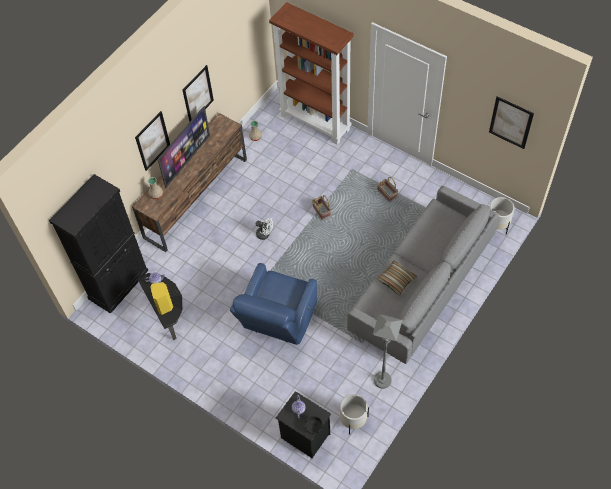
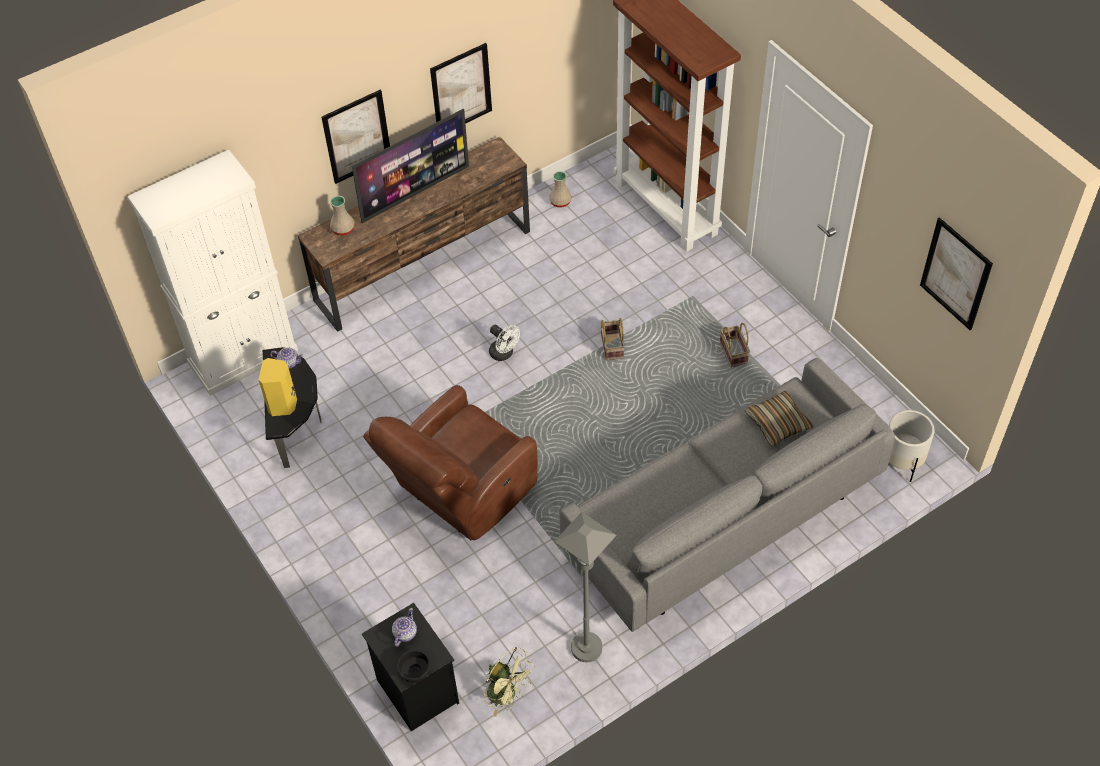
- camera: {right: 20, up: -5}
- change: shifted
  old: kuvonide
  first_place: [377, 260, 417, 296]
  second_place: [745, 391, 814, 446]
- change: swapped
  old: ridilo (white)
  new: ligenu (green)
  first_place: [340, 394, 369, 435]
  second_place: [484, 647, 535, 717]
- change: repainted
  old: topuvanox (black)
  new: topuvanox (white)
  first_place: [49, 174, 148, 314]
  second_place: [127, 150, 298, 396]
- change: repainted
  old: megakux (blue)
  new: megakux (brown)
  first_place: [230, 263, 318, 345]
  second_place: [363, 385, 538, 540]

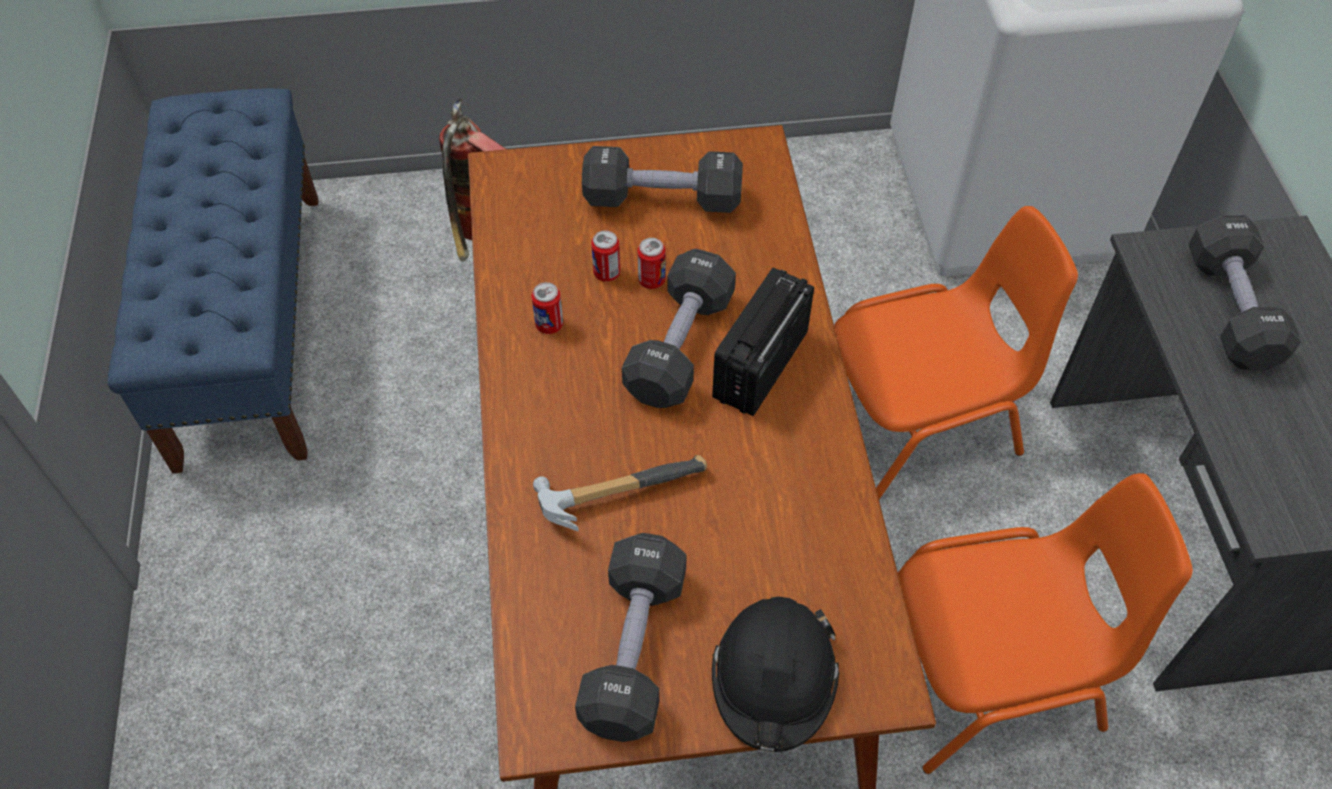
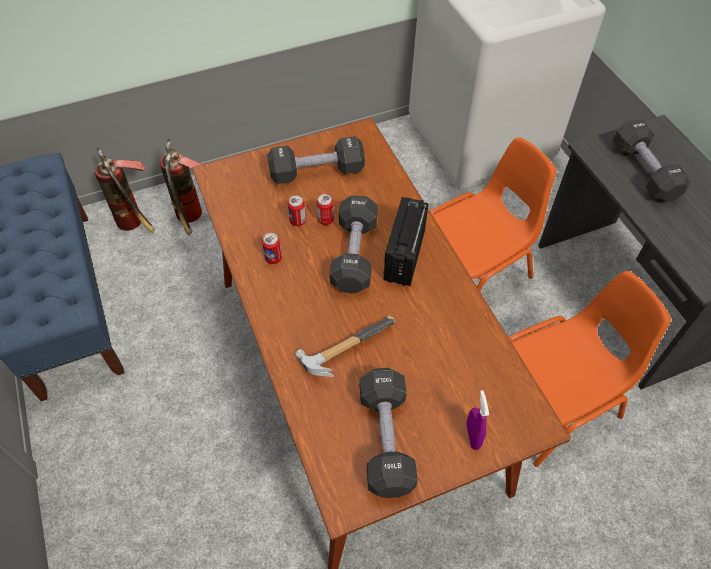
- camera: {right: -15, up: 0}
- change: new
  new: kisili
  second_place: [95, 148, 155, 233]
- change: swapped
  old: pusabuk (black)
  new: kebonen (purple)
  first_place: [712, 597, 839, 752]
  second_place: [466, 390, 489, 450]

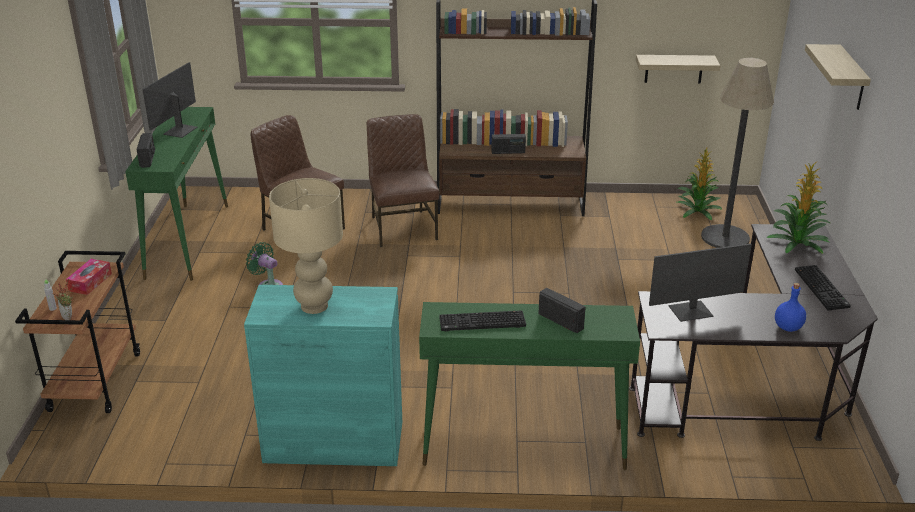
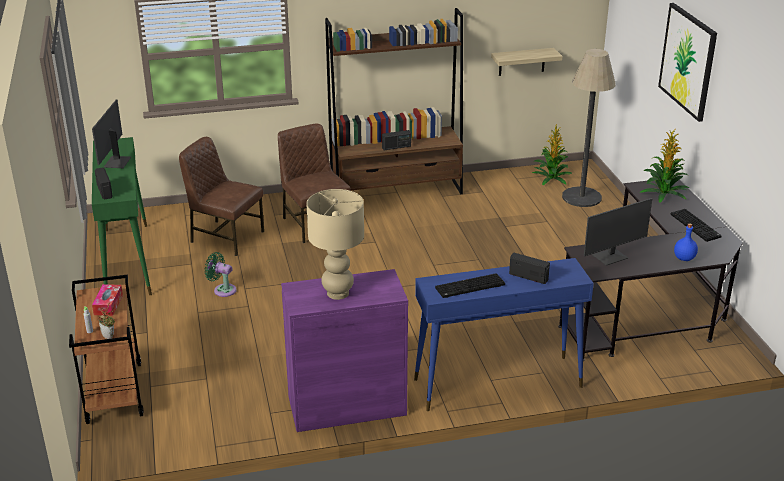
- camera: {right: -15, up: 0}
- change: swapped
  old: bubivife
  new: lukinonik
  first_place: [805, 44, 871, 110]
  second_place: [658, 3, 717, 122]
- change: repainted
  old: topuvanox (turquoise)
  new: topuvanox (purple)
  first_place: [244, 285, 402, 466]
  second_place: [281, 269, 408, 432]
- change: repainted
  old: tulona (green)
  new: tulona (blue)
  first_place: [419, 302, 640, 470]
  second_place: [414, 258, 594, 411]

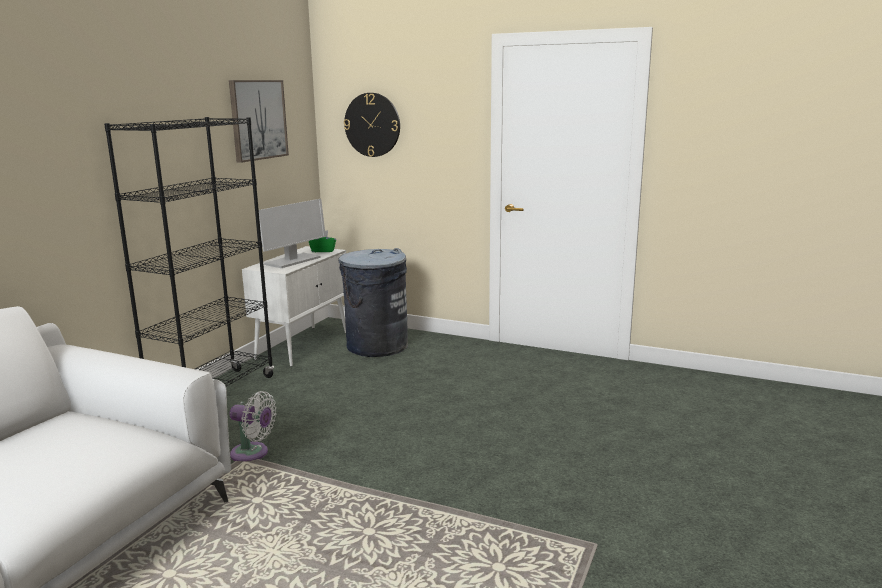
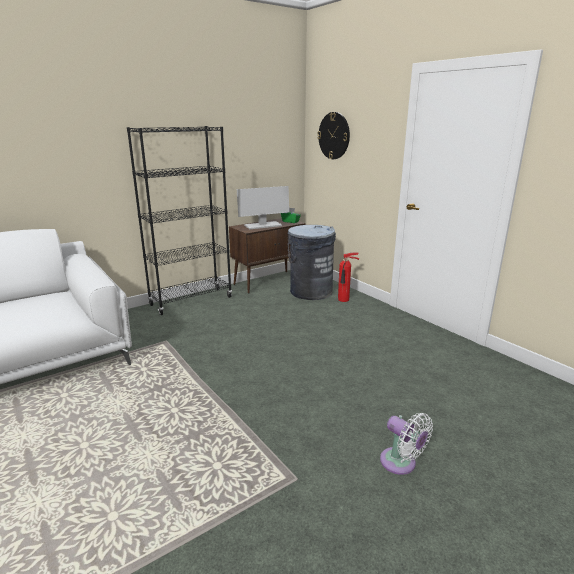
- camera: {right: 30, up: 5}
- change: gone
  old: lukinonik
  first_place: [229, 80, 289, 163]
- change: new
  new: kisili
  second_place: [338, 252, 359, 302]
- change: shifted
  old: ligenu (white)
  first_place: [229, 391, 276, 461]
  second_place: [380, 413, 433, 475]
- change: repainted
  old: topuvanox (white)
  new: topuvanox (brown)
  first_place: [242, 246, 346, 367]
  second_place: [229, 218, 306, 294]

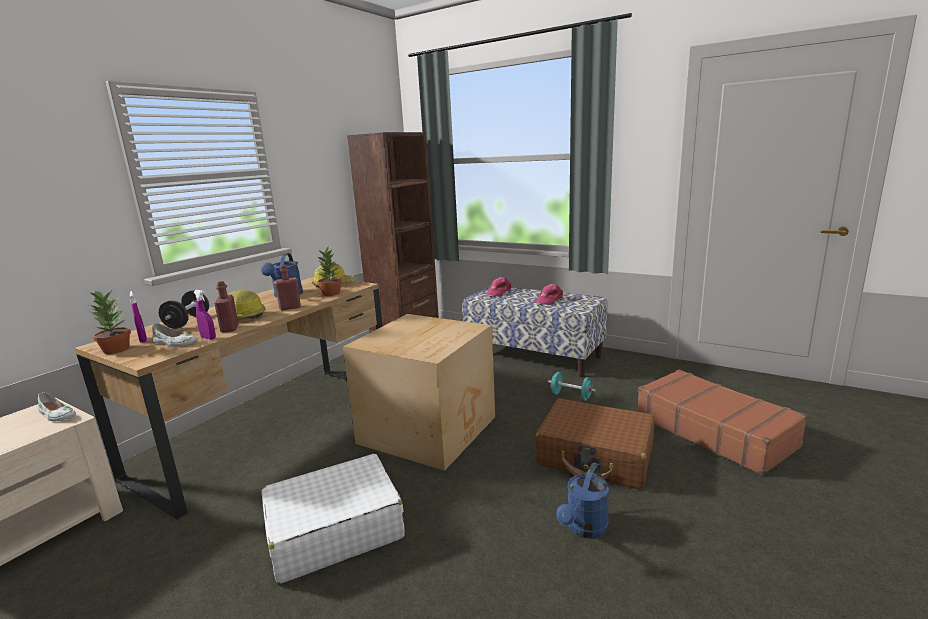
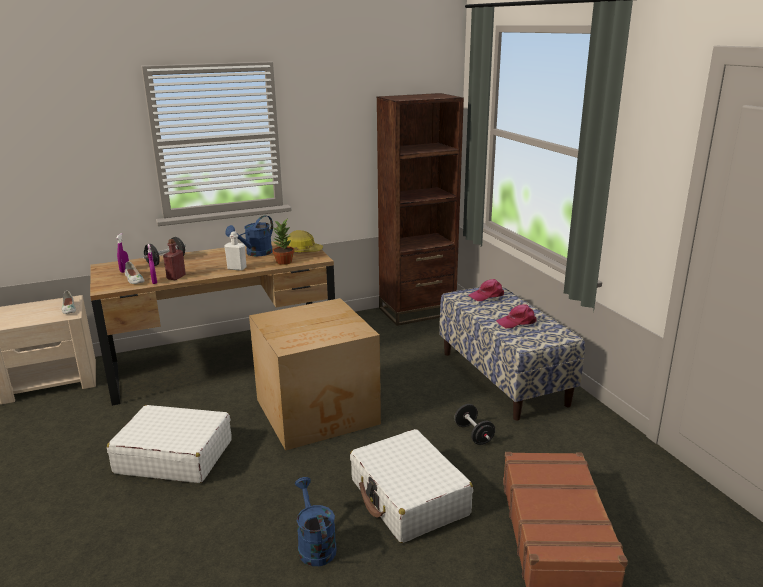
- camera: {right: 35, up: 5}
- change: gone
  old: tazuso
  first_place: [89, 290, 131, 354]
- change: gone
  old: pusabuk
  first_place: [214, 290, 266, 319]
- change: repainted
  old: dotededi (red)
  new: dotededi (white)
  first_place: [274, 265, 301, 310]
  second_place: [224, 231, 247, 271]
- change: repainted
  old: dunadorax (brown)
  new: dunadorax (white)
  first_place: [535, 398, 655, 489]
  second_place: [350, 429, 473, 543]
- change: repainted
  old: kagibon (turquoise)
  new: kagibon (black)
  first_place: [548, 372, 596, 401]
  second_place: [455, 404, 495, 445]
- change: rotated
  old: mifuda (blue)
  first_place: [556, 463, 609, 539]
  second_place: [295, 477, 337, 566]
  degrees: 90

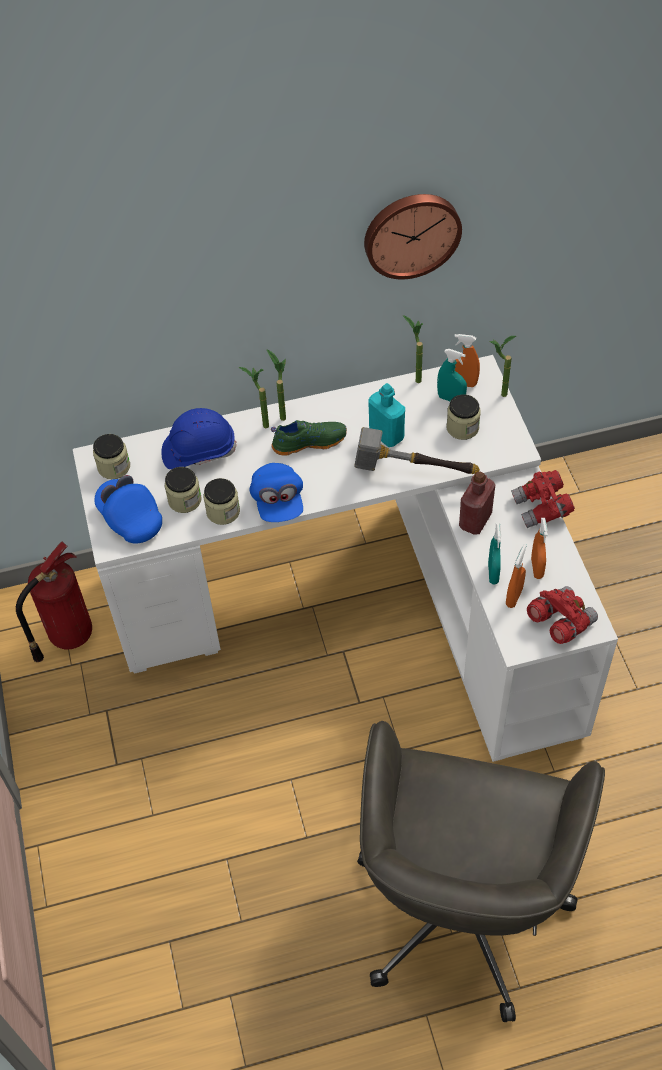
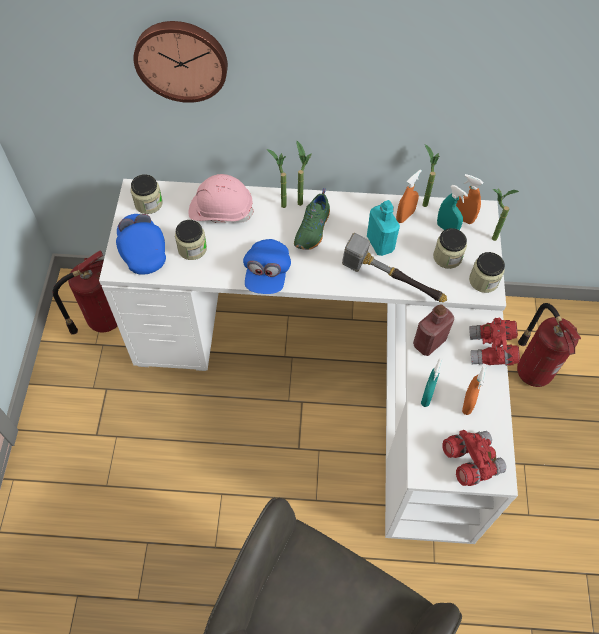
- camera: {right: 15, up: 5}
- change: new
  new: kisili
  second_place: [517, 303, 581, 387]
- change: shifted
  old: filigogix
  first_place: [204, 478, 240, 525]
  second_place: [469, 252, 505, 293]
- change: shifted
  old: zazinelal
  first_place: [364, 194, 462, 279]
  second_place: [133, 21, 228, 103]
- change: shifted
  old: kebonen (orange)
  first_place: [506, 544, 527, 608]
  second_place: [396, 169, 422, 223]
- change: repainted
  old: pusabuk (blue)
  new: pusabuk (pink)
  first_place: [161, 408, 236, 469]
  second_place: [189, 174, 254, 223]
- change: rotated
  old: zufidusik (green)
  first_place: [271, 420, 347, 456]
  second_place: [294, 188, 330, 250]
  degrees: 105

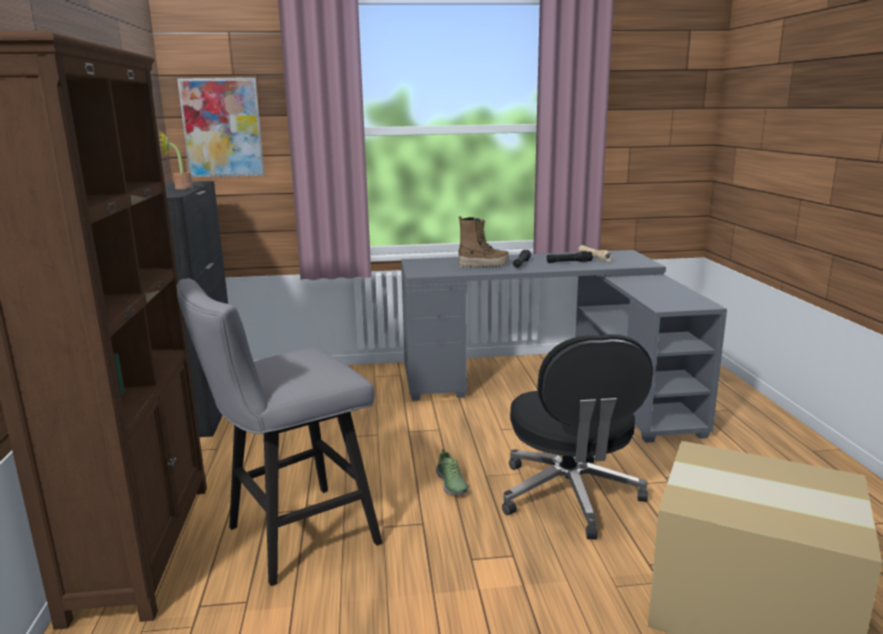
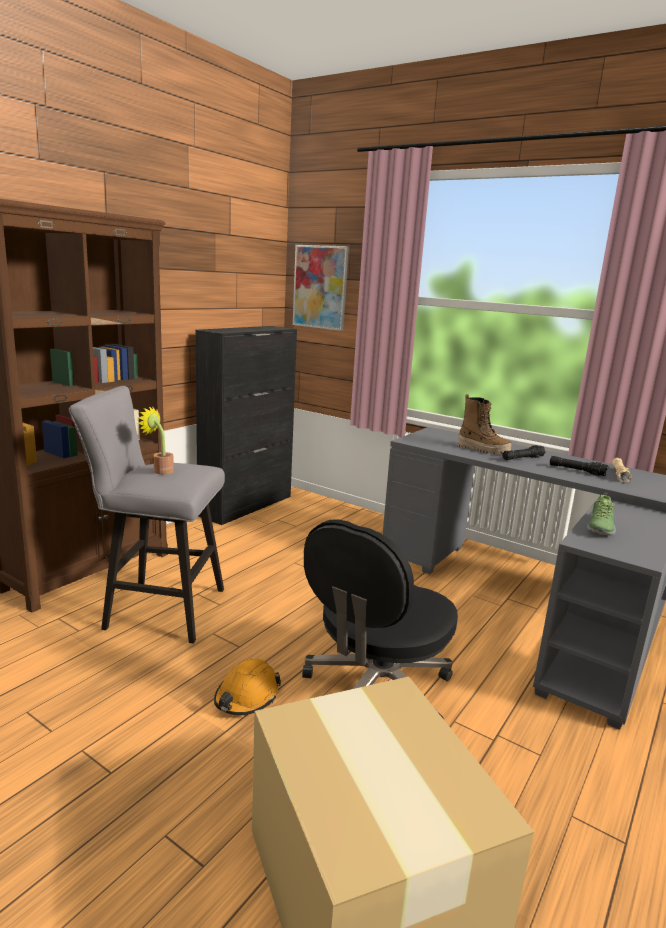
- camera: {right: 40, up: 0}
- change: new
  new: pusabuk (orange)
  second_place: [214, 659, 281, 715]
- change: shifted
  old: tazuso
  first_place: [159, 132, 193, 189]
  second_place: [137, 406, 174, 474]
- change: shifted
  old: zufidusik
  first_place: [436, 449, 469, 495]
  second_place: [587, 493, 616, 535]

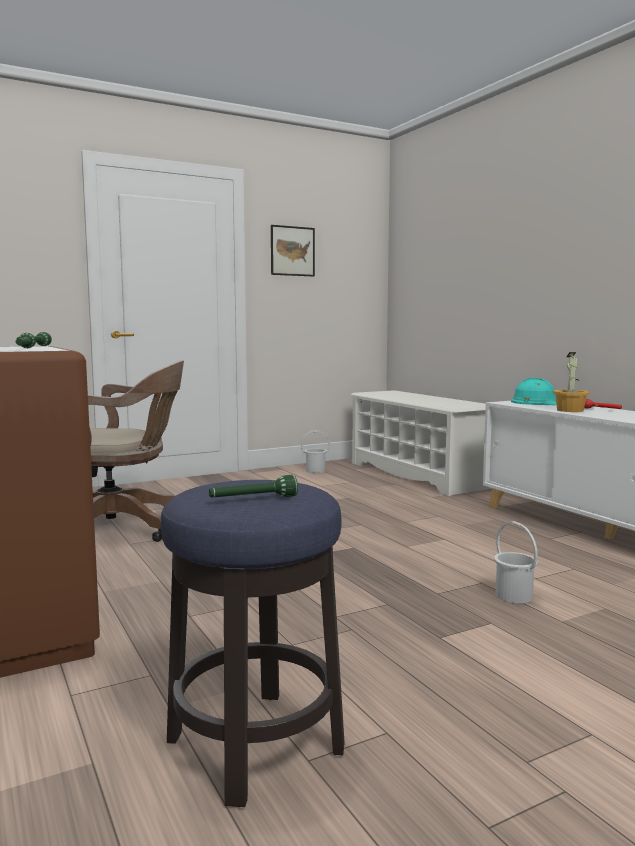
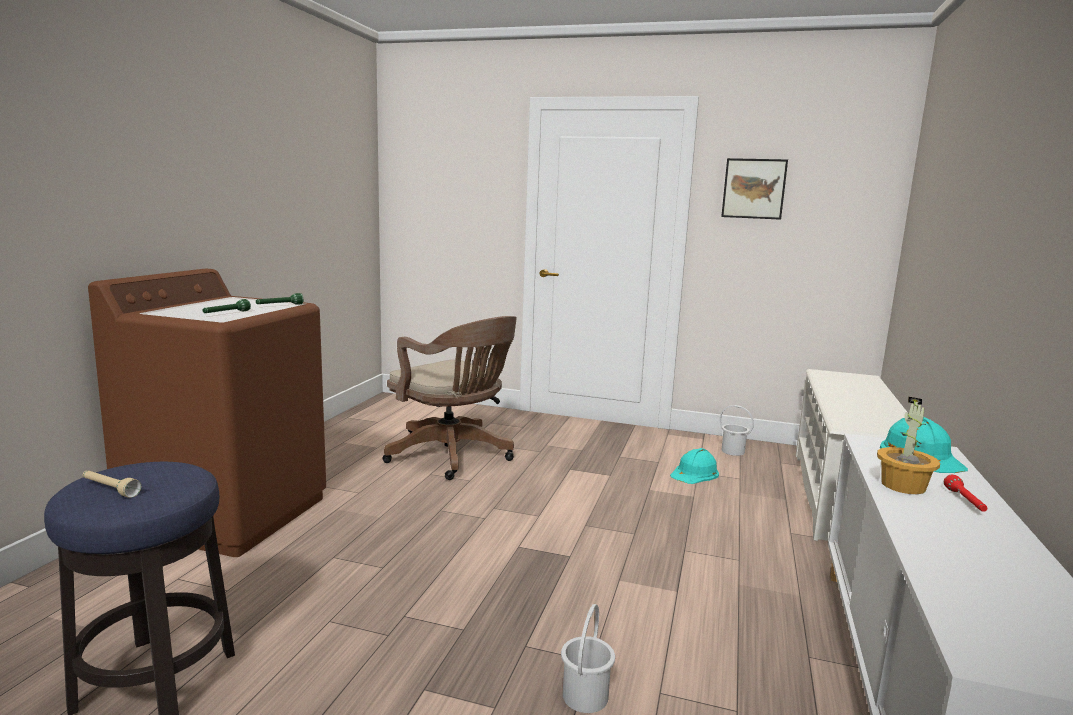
- camera: {right: 45, up: 5}
- change: new
  new: pusabuk (turquoise)
  second_place: [670, 448, 719, 484]
- change: repainted
  old: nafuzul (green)
  new: nafuzul (beige)
  first_place: [209, 475, 298, 498]
  second_place: [83, 470, 141, 498]

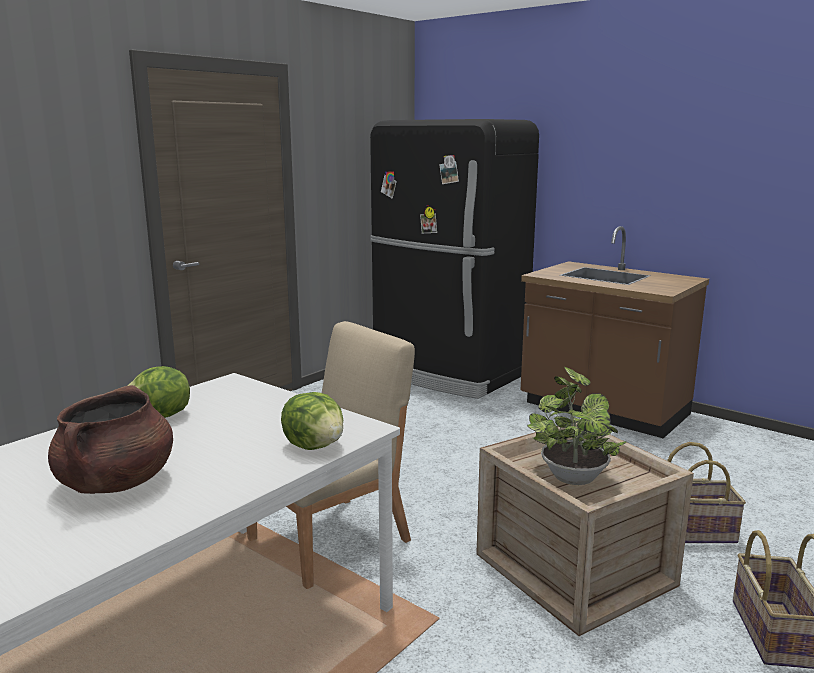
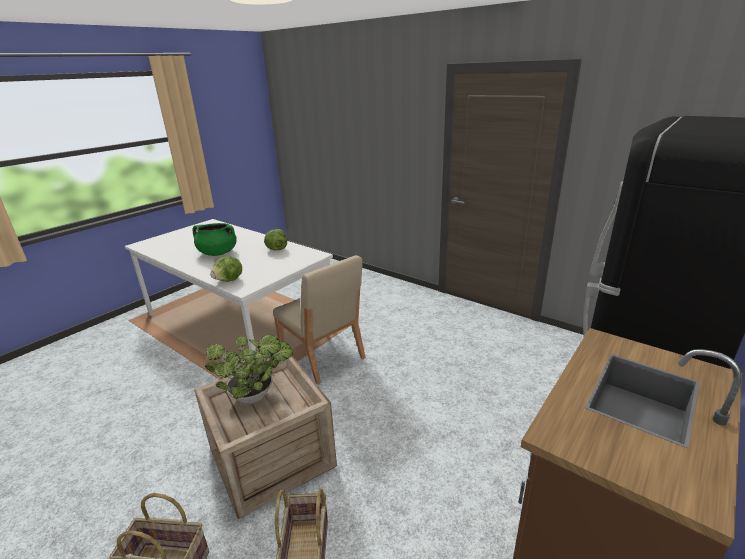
- camera: {right: 90, up: 10}
- change: repainted
  old: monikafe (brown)
  new: monikafe (green)
  first_place: [48, 385, 173, 494]
  second_place: [193, 223, 237, 256]

